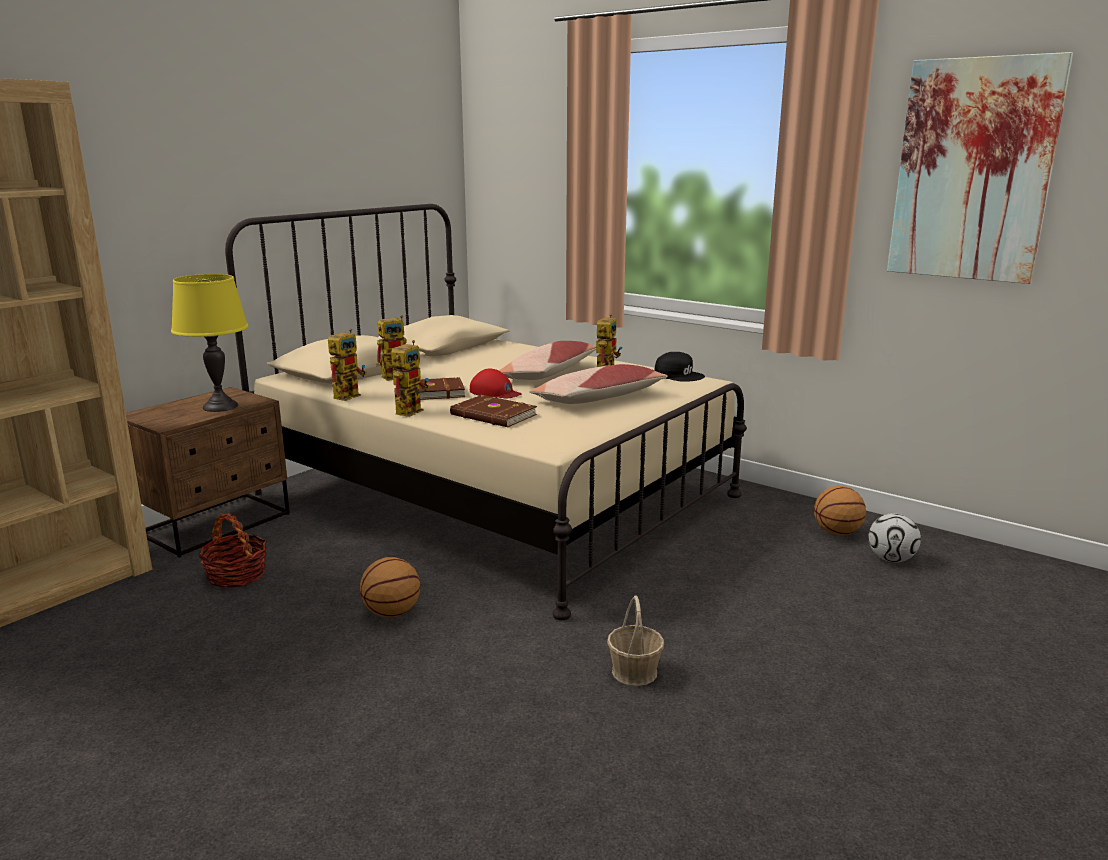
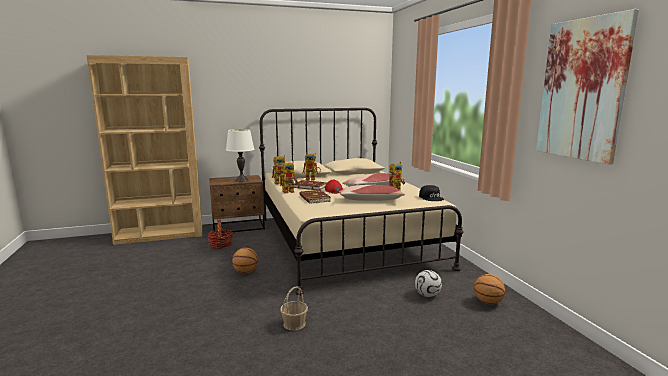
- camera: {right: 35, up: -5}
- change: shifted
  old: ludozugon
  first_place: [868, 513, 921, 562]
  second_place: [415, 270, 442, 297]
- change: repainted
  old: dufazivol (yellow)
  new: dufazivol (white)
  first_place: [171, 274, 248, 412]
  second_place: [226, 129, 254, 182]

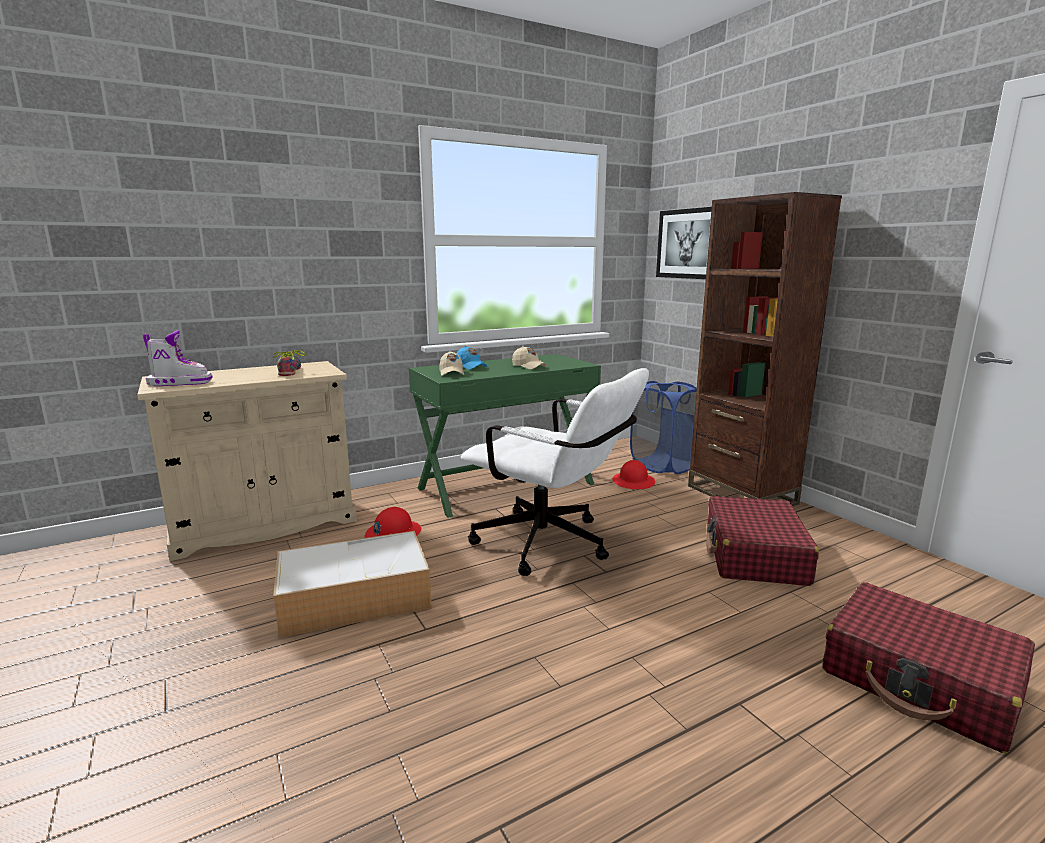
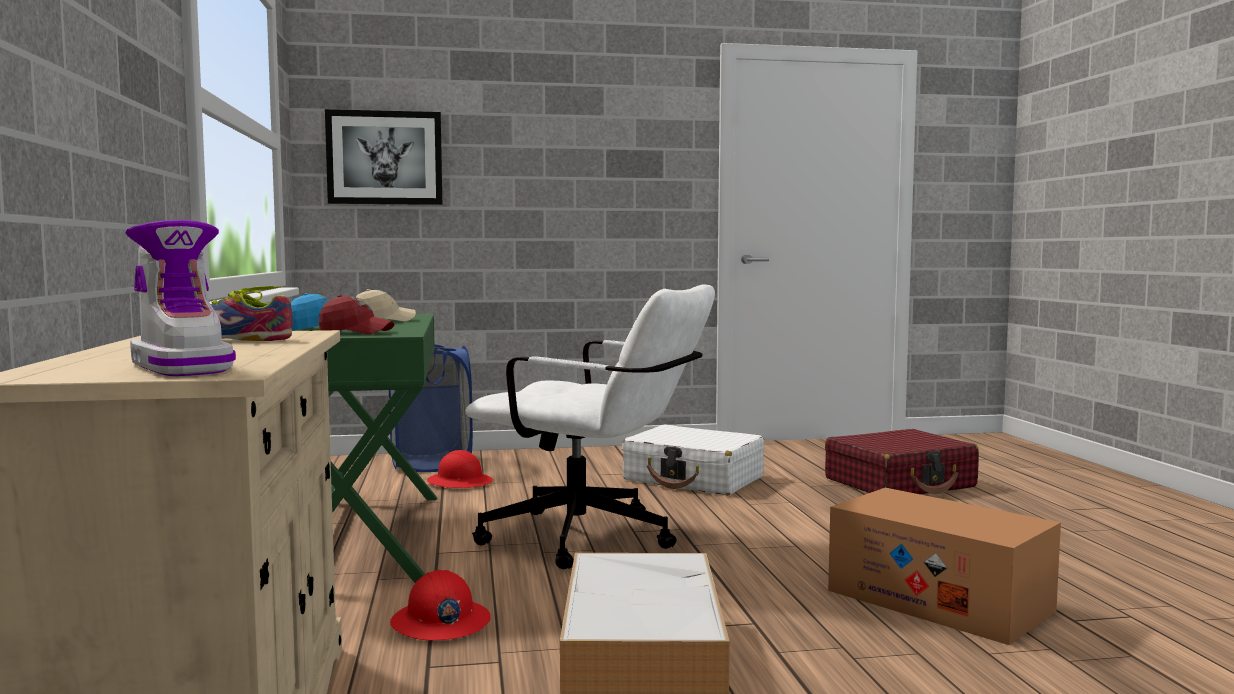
- camera: {right: -70, up: -10}
- change: gone
  old: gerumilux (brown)
  first_place: [688, 192, 842, 506]
- change: new
  new: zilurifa
  second_place: [828, 488, 1061, 645]
- change: repainted
  old: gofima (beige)
  new: gofima (red)
  first_place: [439, 351, 464, 376]
  second_place: [319, 295, 394, 334]
- change: repainted
  old: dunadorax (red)
  new: dunadorax (white)
  first_place: [706, 496, 819, 586]
  second_place: [622, 424, 764, 496]
- change: rotated
  old: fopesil
  first_place: [143, 331, 213, 386]
  second_place: [125, 220, 236, 376]
  degrees: 135
- change: rotated
  old: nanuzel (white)
  first_place: [461, 368, 649, 576]
  second_place: [465, 284, 715, 569]
  degrees: 60

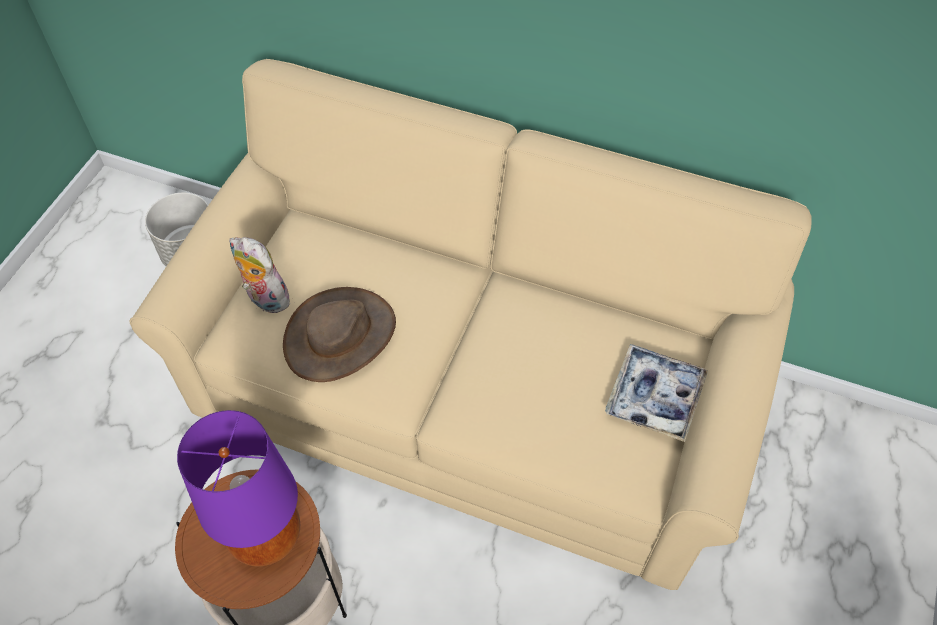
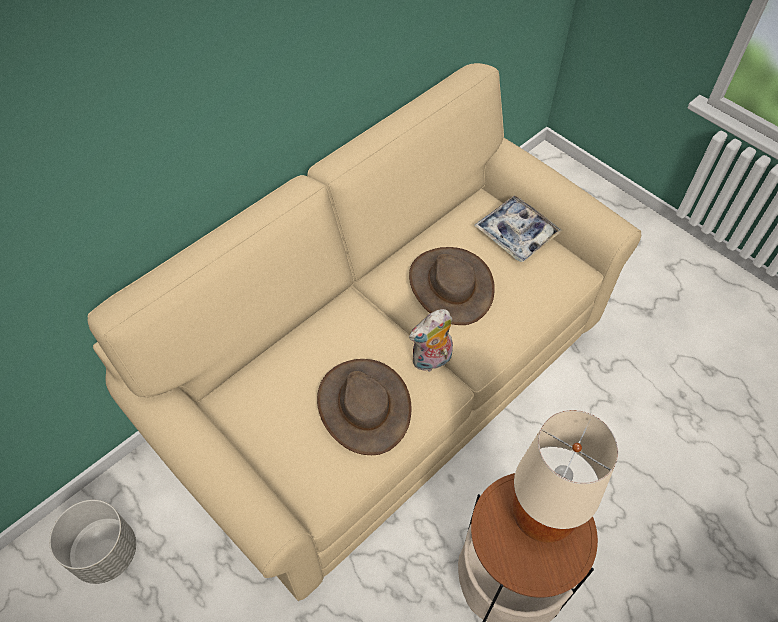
- camera: {right: -65, up: 0}
- change: new
  new: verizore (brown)
  second_place: [409, 247, 495, 325]
- change: shifted
  old: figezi
  first_place: [229, 237, 293, 313]
  second_place: [409, 309, 453, 372]
- change: repainted
  old: dufazivol (purple)
  new: dufazivol (beige)
  first_place: [177, 410, 300, 566]
  second_place: [512, 410, 618, 543]

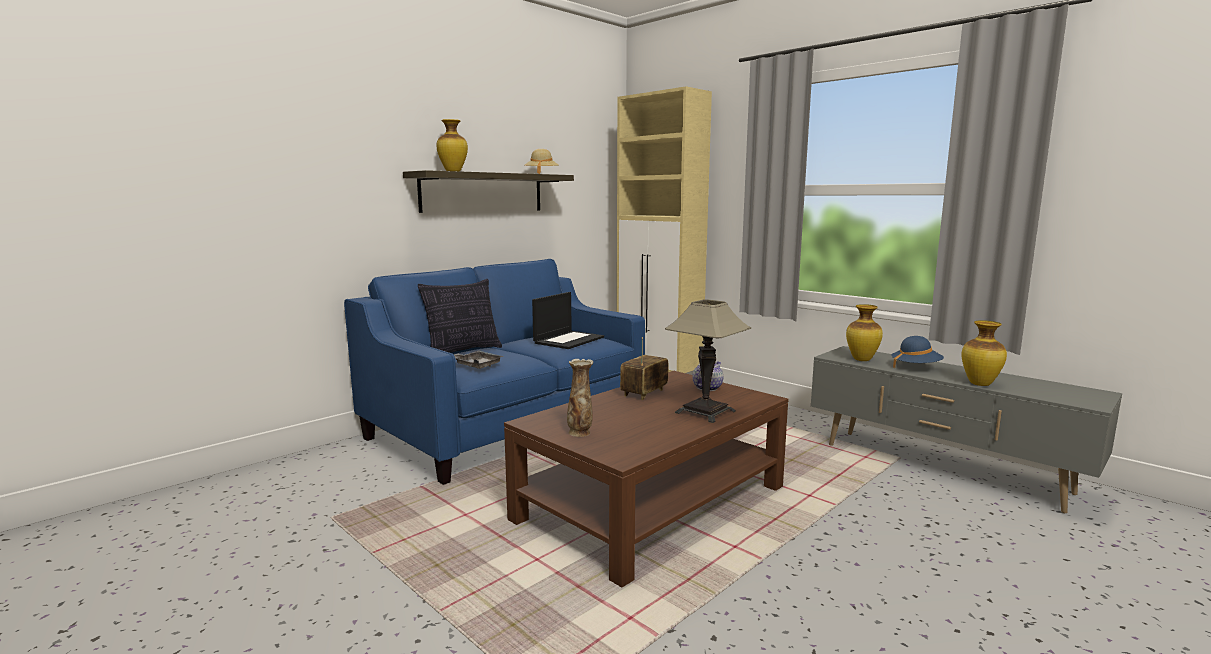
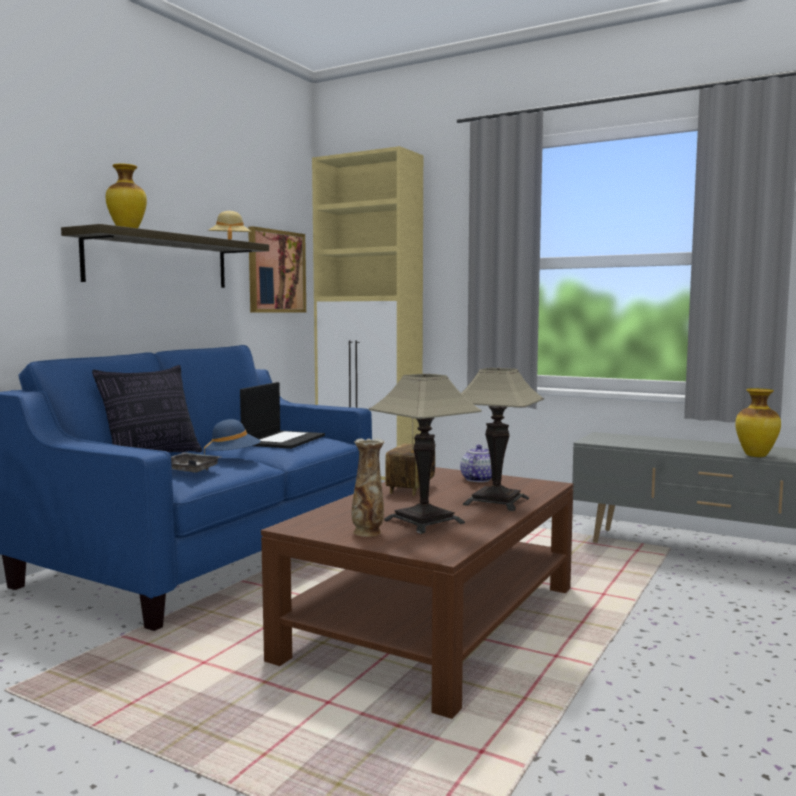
- camera: {right: -15, up: -5}
- change: gone
  old: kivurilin
  first_place: [846, 304, 883, 361]
- change: new
  new: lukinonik
  second_place: [248, 226, 306, 313]
- change: new
  new: dufazivol
  second_place: [369, 374, 482, 534]
- change: shifted
  old: verizore (blue)
  first_place: [891, 336, 944, 368]
  second_place: [204, 419, 260, 455]

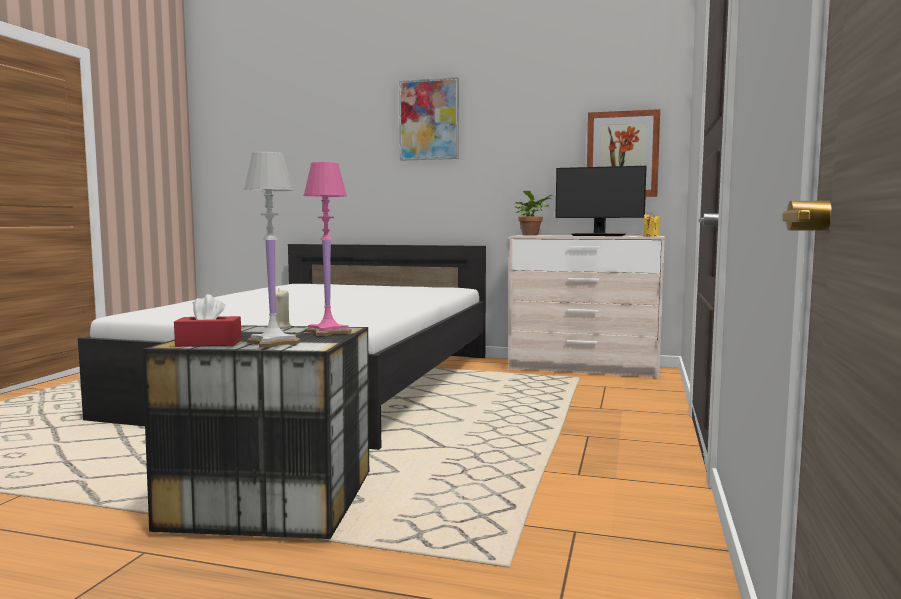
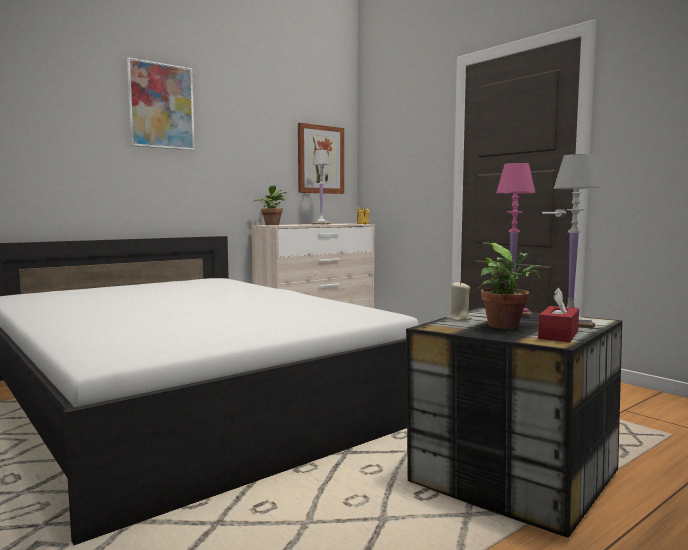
- camera: {right: -55, up: 0}
- change: new
  new: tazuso
  second_place: [478, 242, 541, 329]
- change: swapped
  old: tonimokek
  new: dufazivol (white)
  first_place: [555, 166, 646, 236]
  second_place: [312, 150, 331, 225]

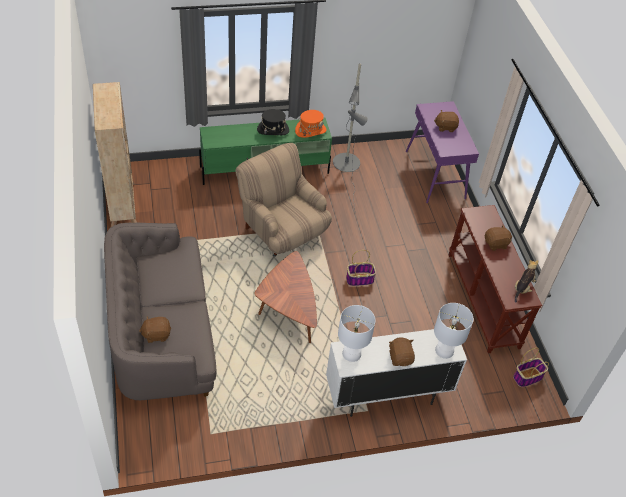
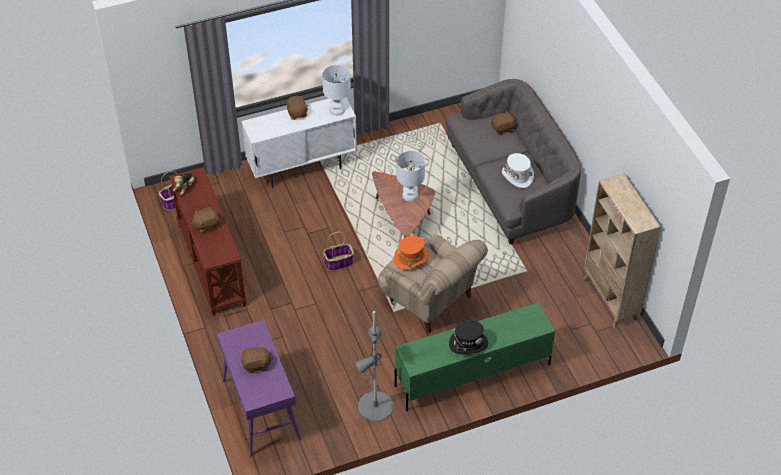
- camera: {right: 175, up: 0}
- change: new
  new: verizore (white)
  second_place: [502, 153, 534, 188]
- change: shifted
  old: verizore (orange)
  first_place: [295, 110, 327, 138]
  second_place: [394, 235, 429, 270]
- change: shifted
  old: dufazivol (white)
  first_place: [434, 303, 473, 359]
  second_place: [396, 151, 425, 202]

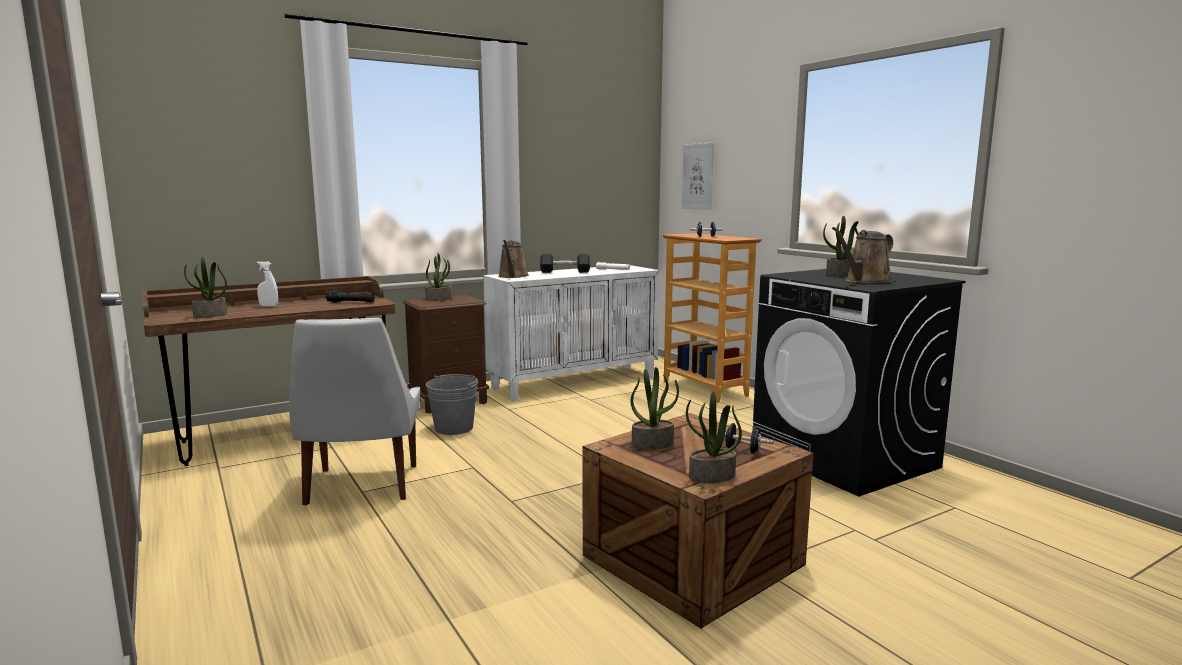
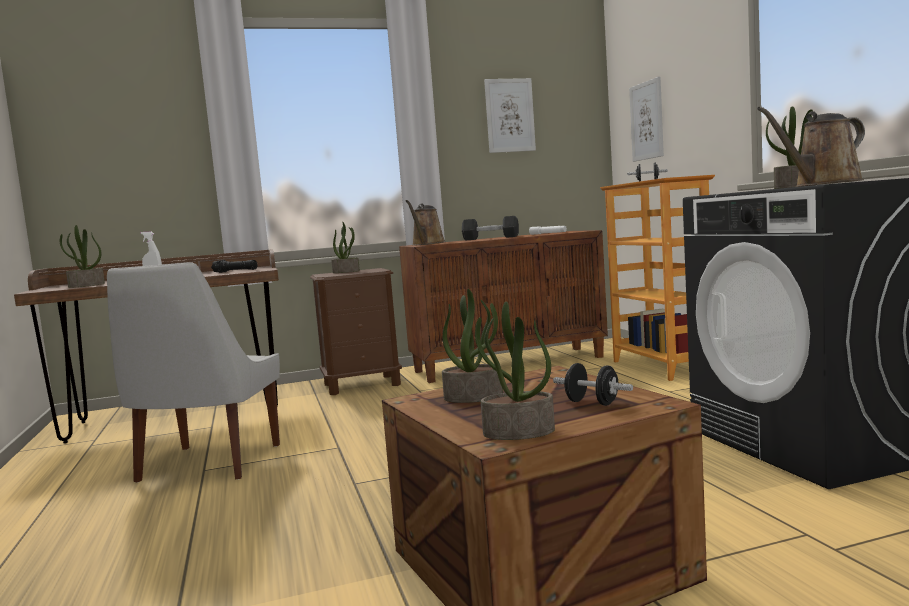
- camera: {right: 15, up: -5}
- change: gone
  old: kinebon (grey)
  first_place: [426, 374, 478, 435]
- change: new
  new: lukinonik
  second_place: [484, 78, 536, 153]
- change: repainted
  old: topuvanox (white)
  new: topuvanox (brown)
  first_place: [483, 265, 660, 401]
  second_place: [399, 230, 608, 383]

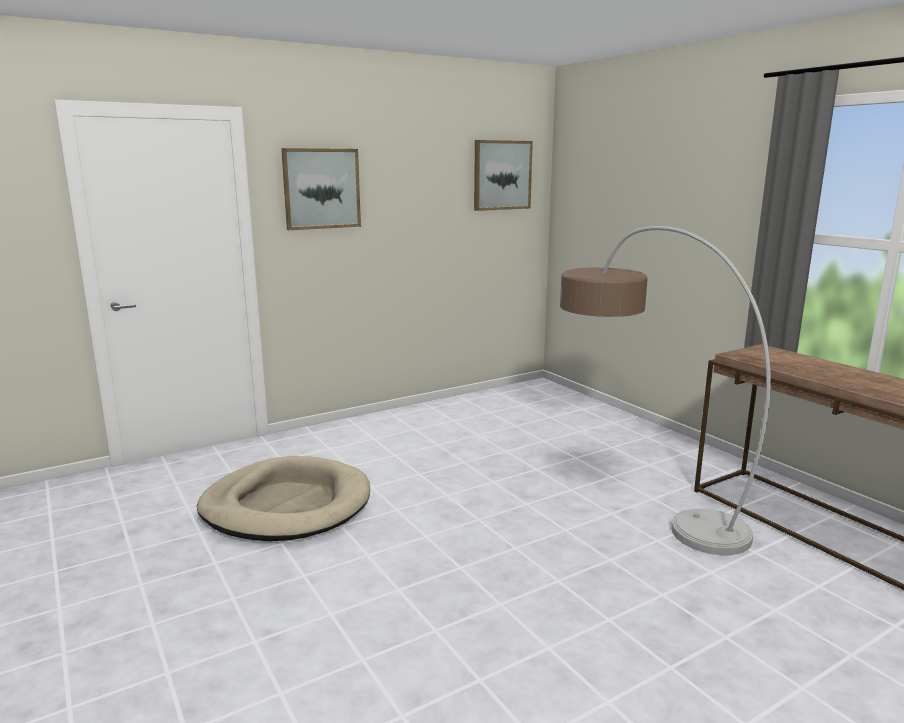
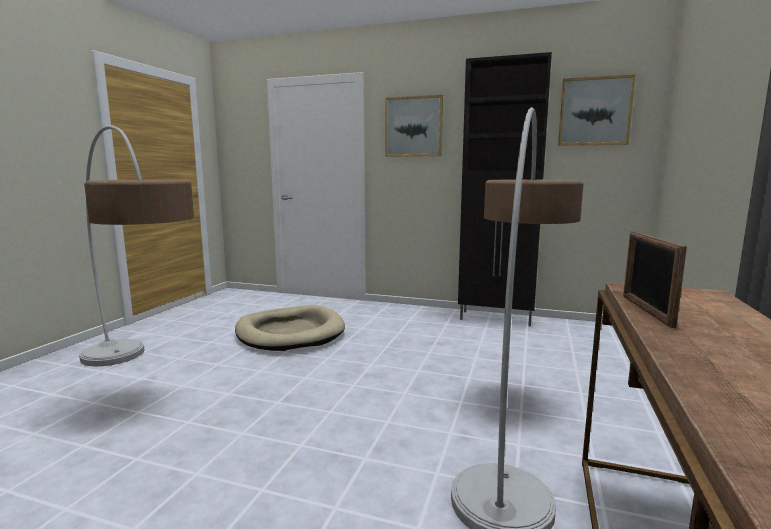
- camera: {right: 50, up: -5}
- change: new
  new: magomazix
  second_place: [79, 125, 194, 367]
- change: new
  new: topuvanox (black)
  second_place: [458, 52, 552, 327]
- change: new
  new: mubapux
  second_place: [623, 231, 687, 328]

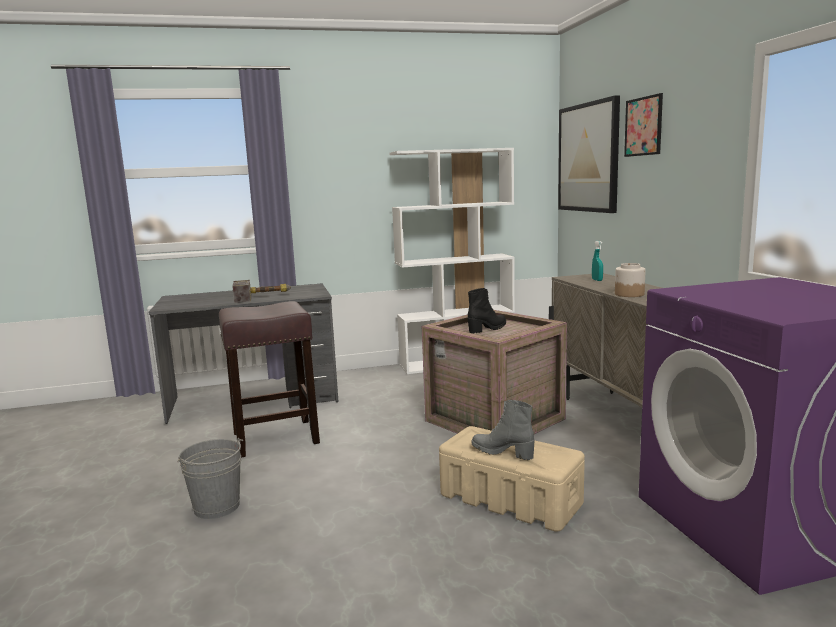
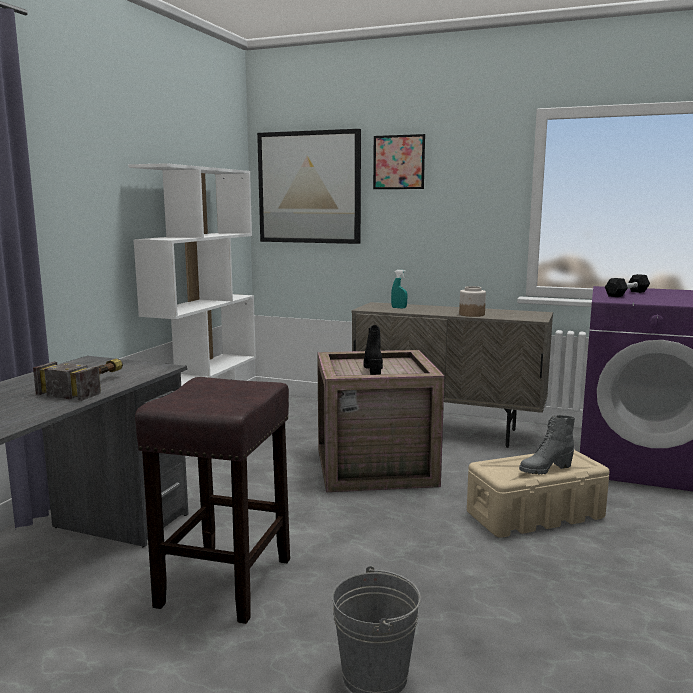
- camera: {right: -55, up: 0}
- change: new
  new: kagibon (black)
  second_place: [605, 274, 650, 297]

